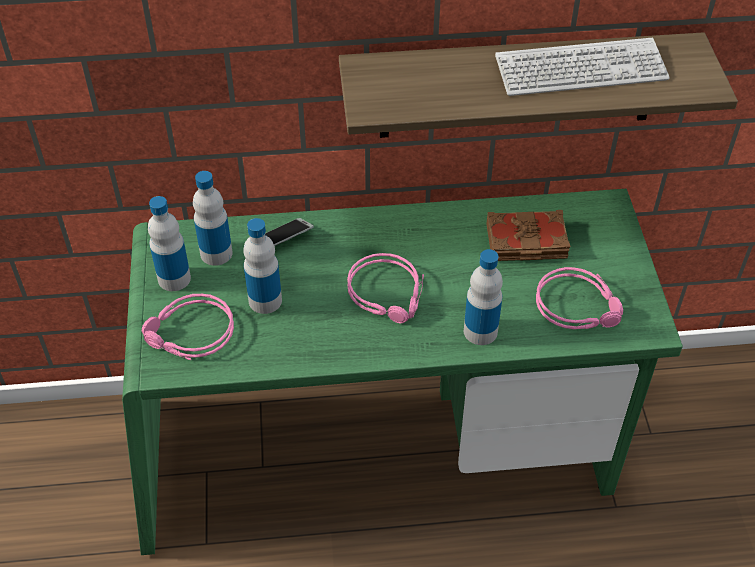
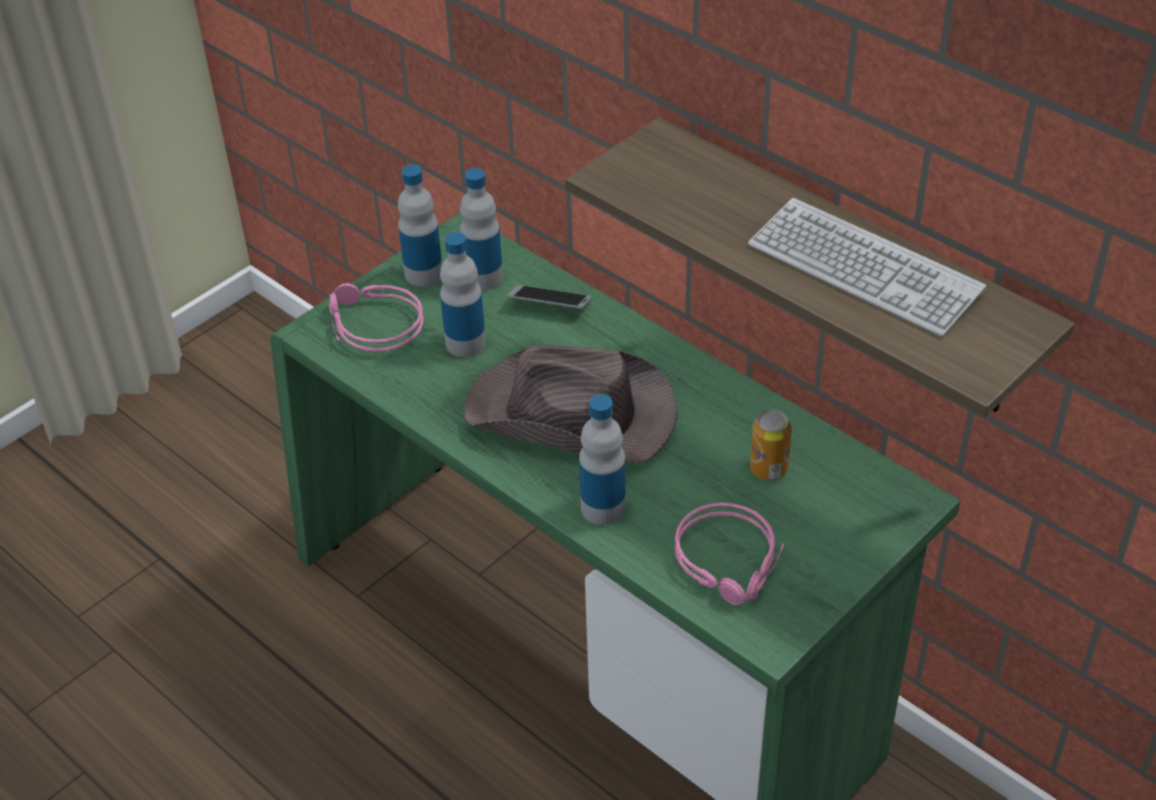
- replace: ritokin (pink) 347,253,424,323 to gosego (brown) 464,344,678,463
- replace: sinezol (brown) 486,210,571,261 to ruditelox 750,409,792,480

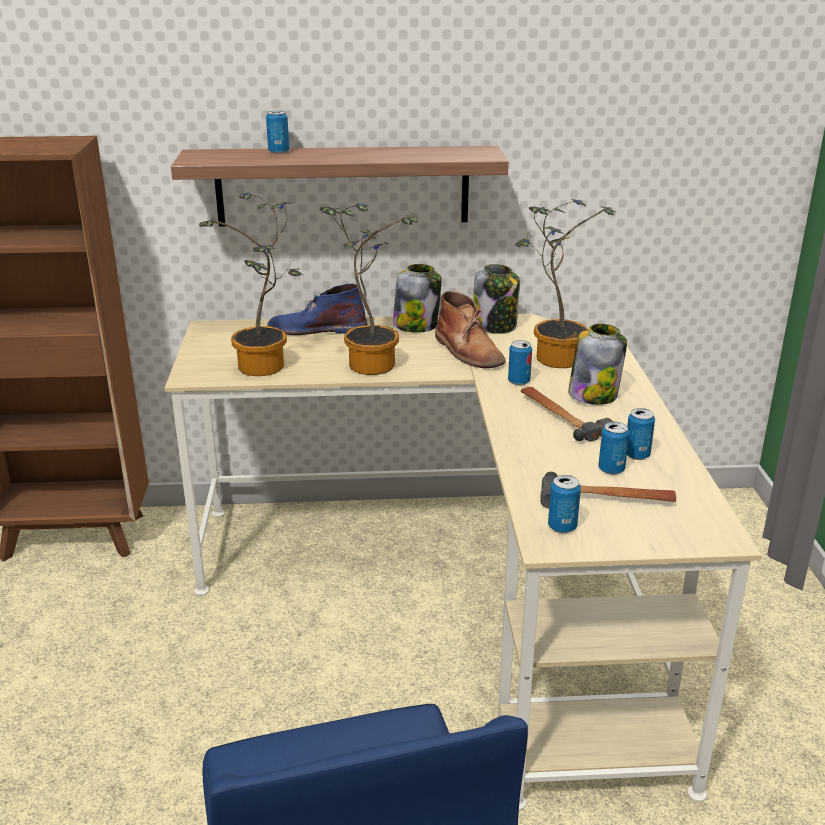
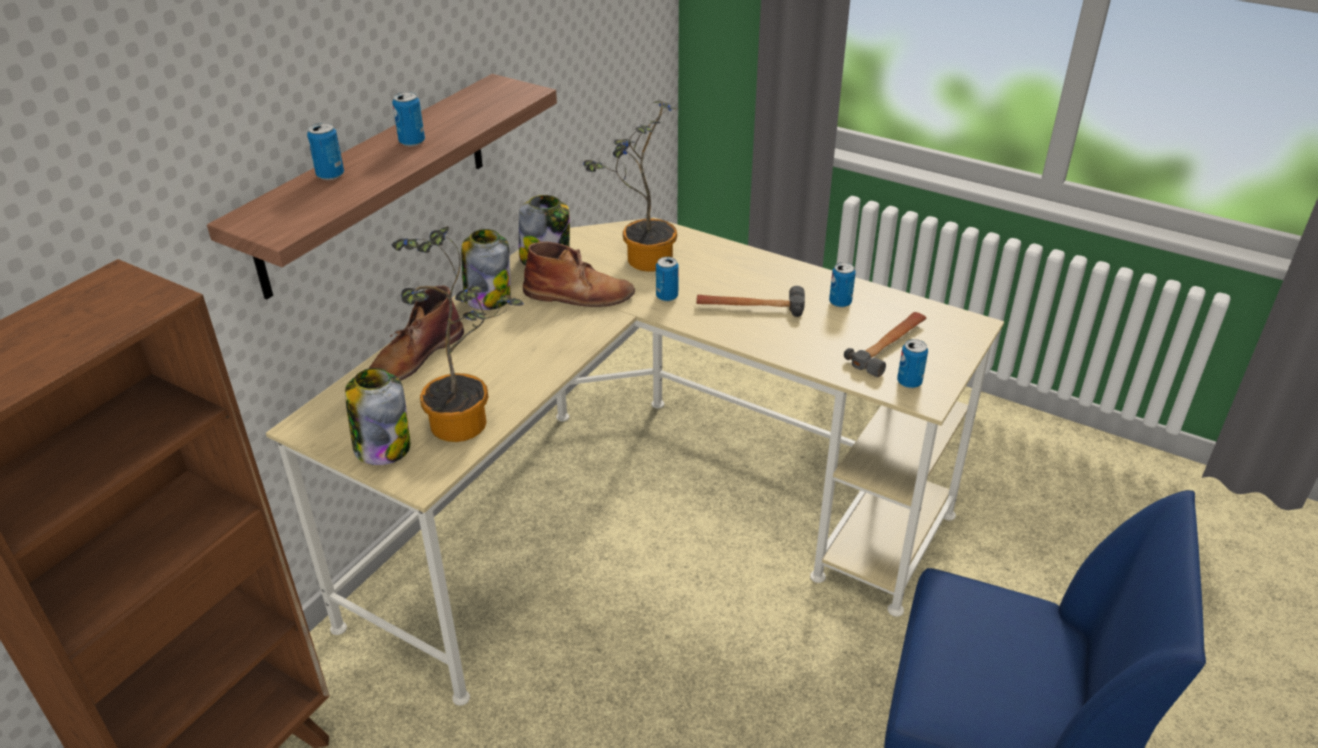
- delete: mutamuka 320,202,418,375
- move: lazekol 568,324,627,405 to 345,368,410,465
- move: ruditelox 598,422,629,475 to 392,92,425,147
- recolor: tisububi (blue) 267,283,368,335 to tisububi (brown) 369,286,464,381

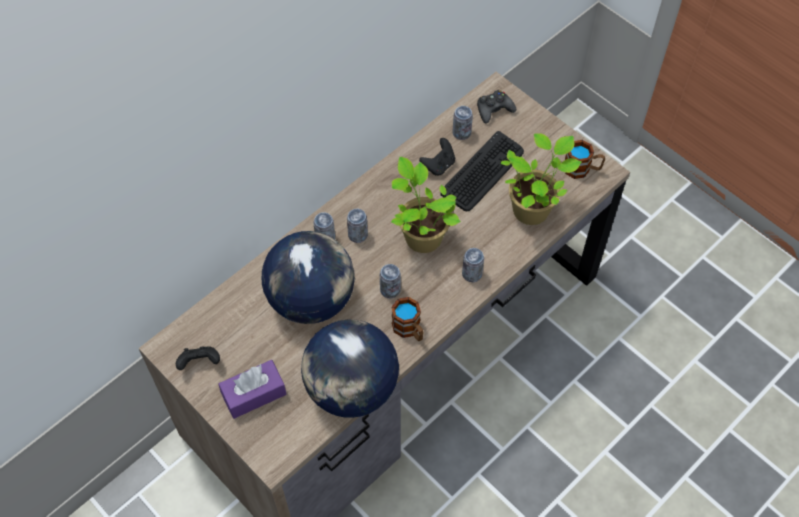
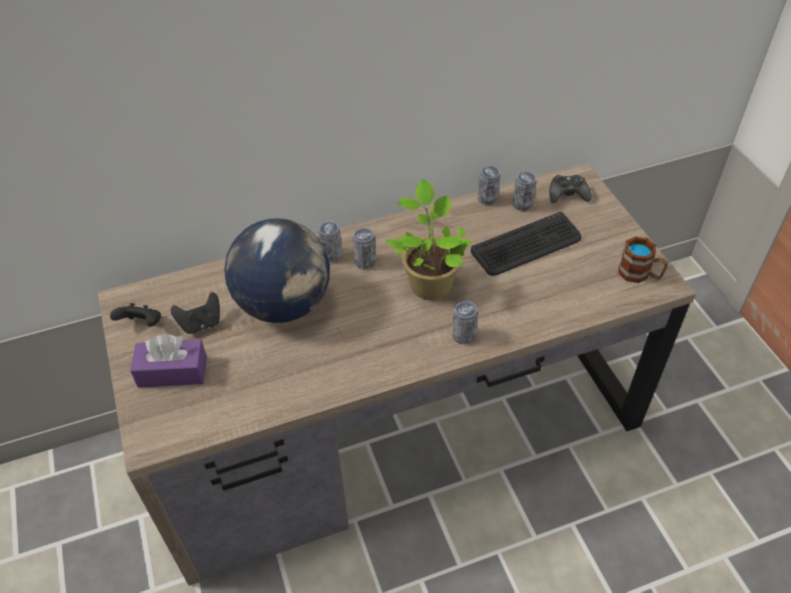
- delete: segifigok 301,320,399,418
- delete: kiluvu 392,297,423,341
- delete: mutamuka 501,133,581,225
- move: ruditelox 380,264,401,298 to 478,166,500,205
- move: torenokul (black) 419,138,455,176 to 171,292,220,334

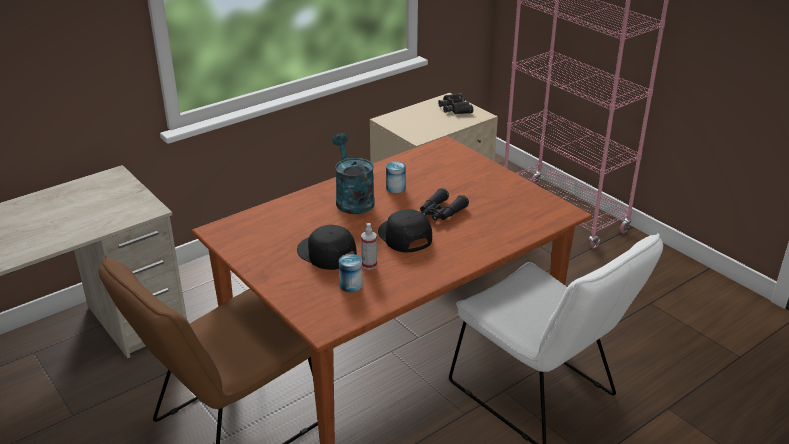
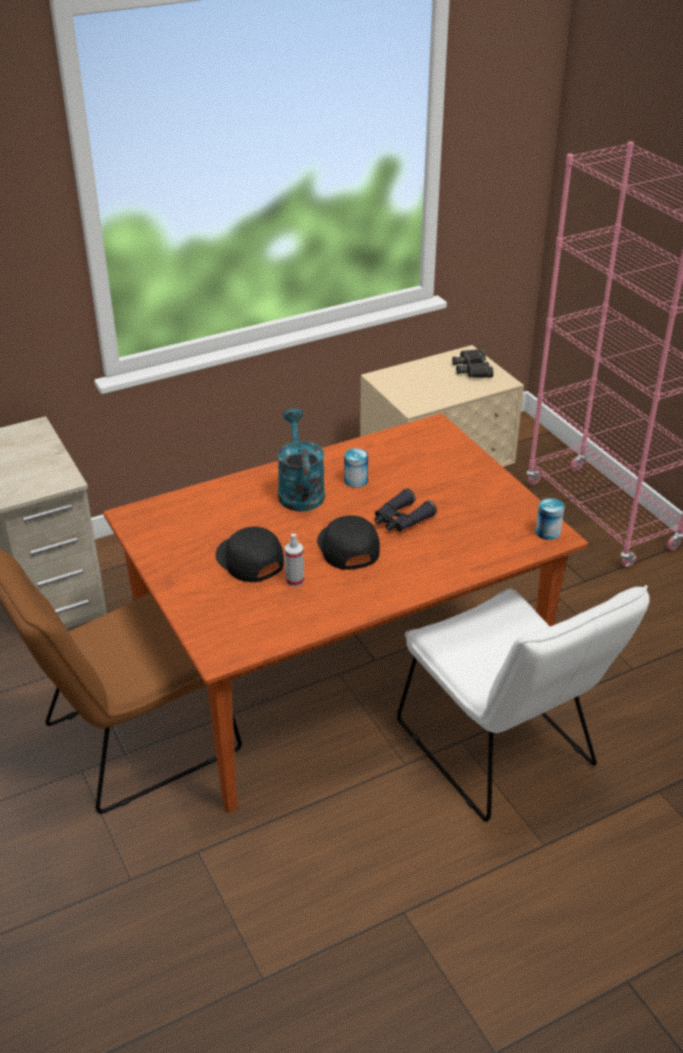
- move: ruditelox 339,254,363,292 to 535,498,565,540

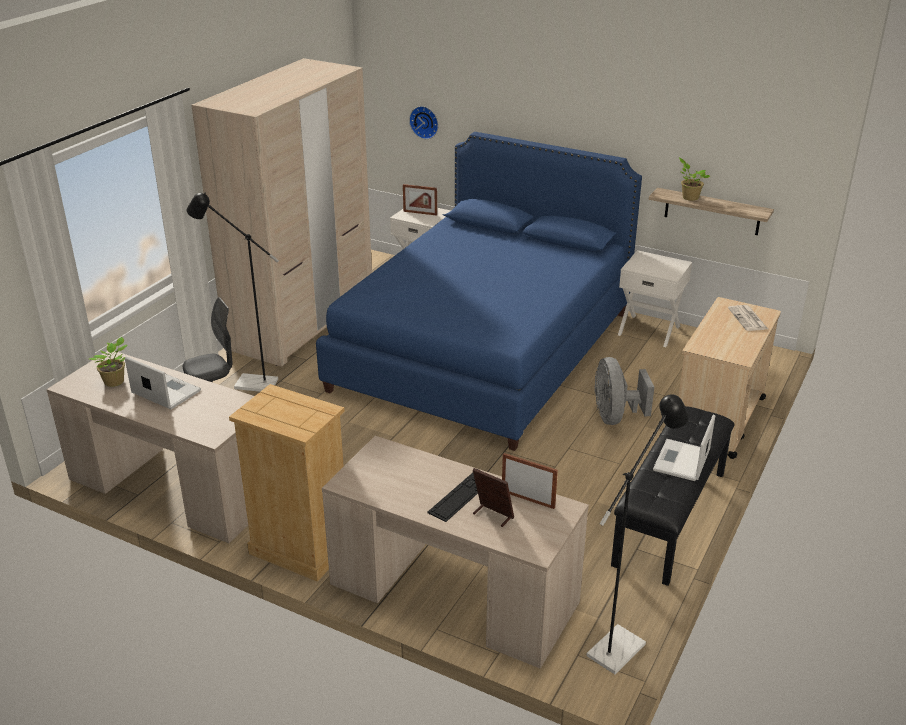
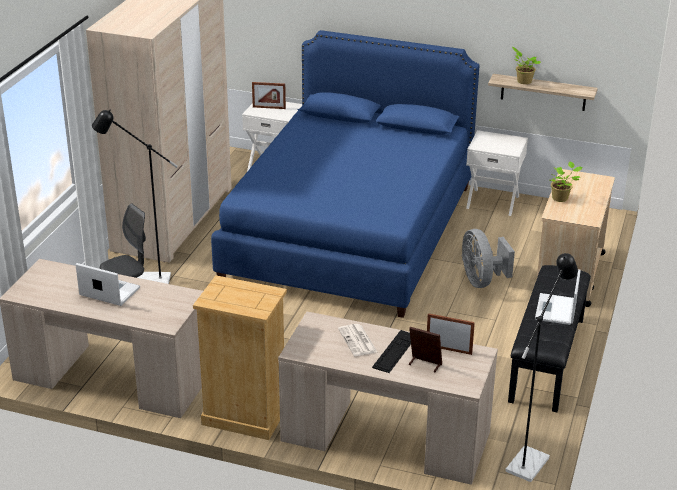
- delete: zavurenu 409,106,438,139
- move: mutamuka 89,337,128,387 to 549,161,583,202
- move: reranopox 728,305,768,331 to 338,324,377,356

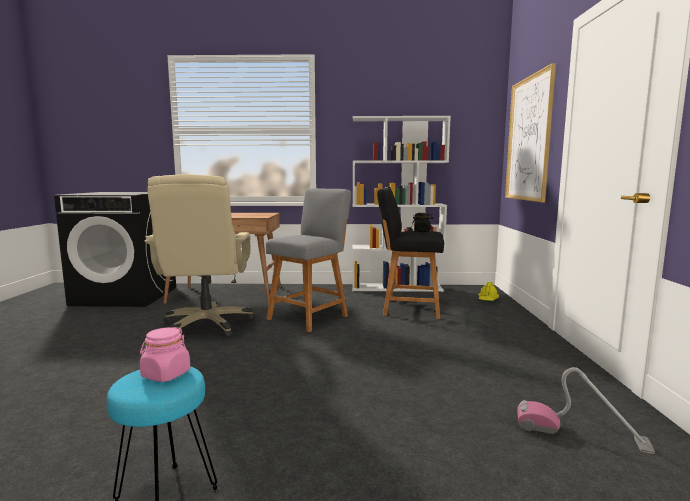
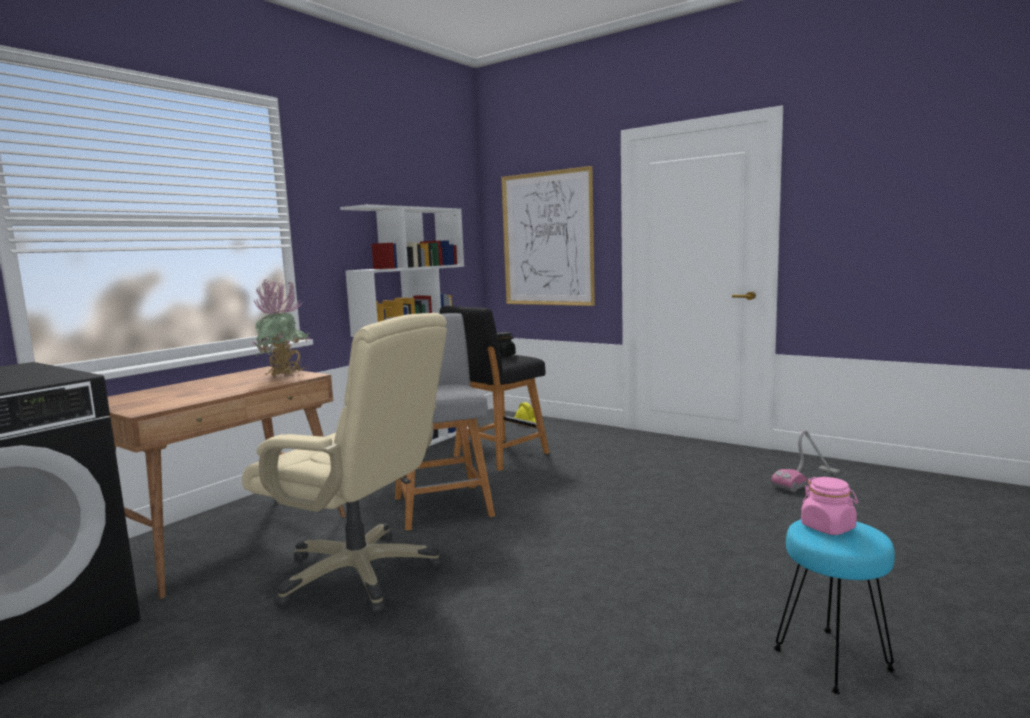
- insert: mutamuka 250,279,311,377

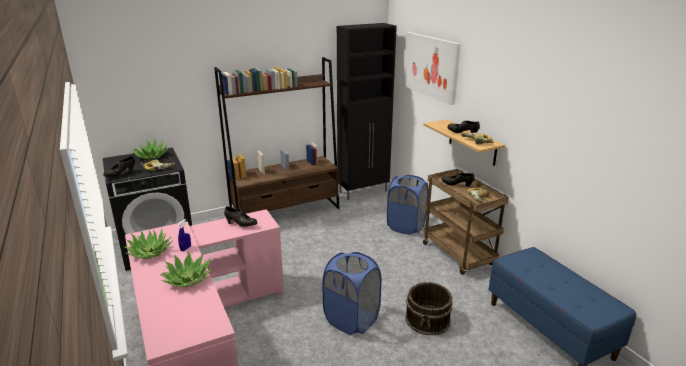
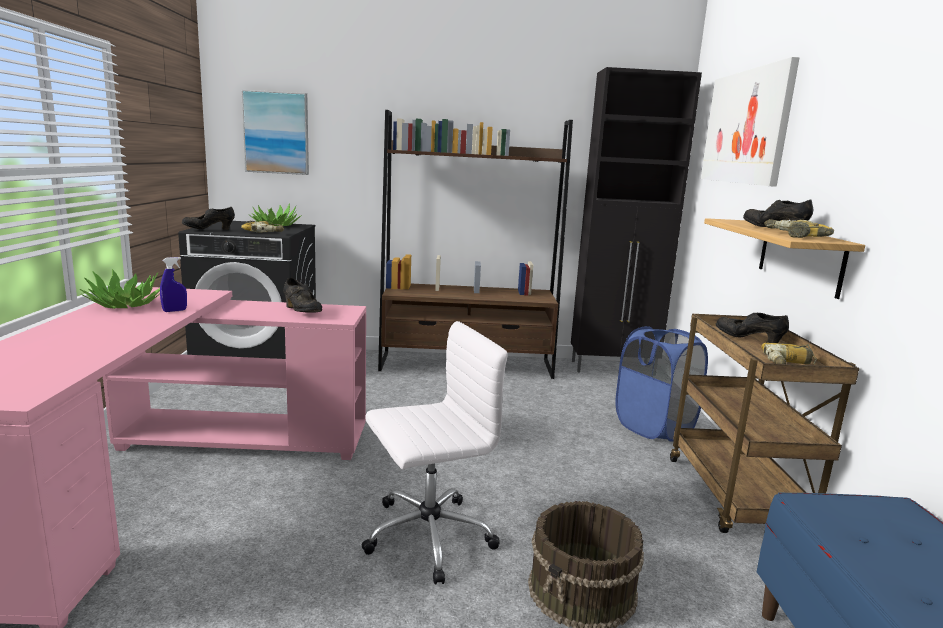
- delete: mutamuka 160,252,213,287
- insert: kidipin 241,90,309,175
- replace: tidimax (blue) 322,252,381,335 to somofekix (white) 362,321,508,585

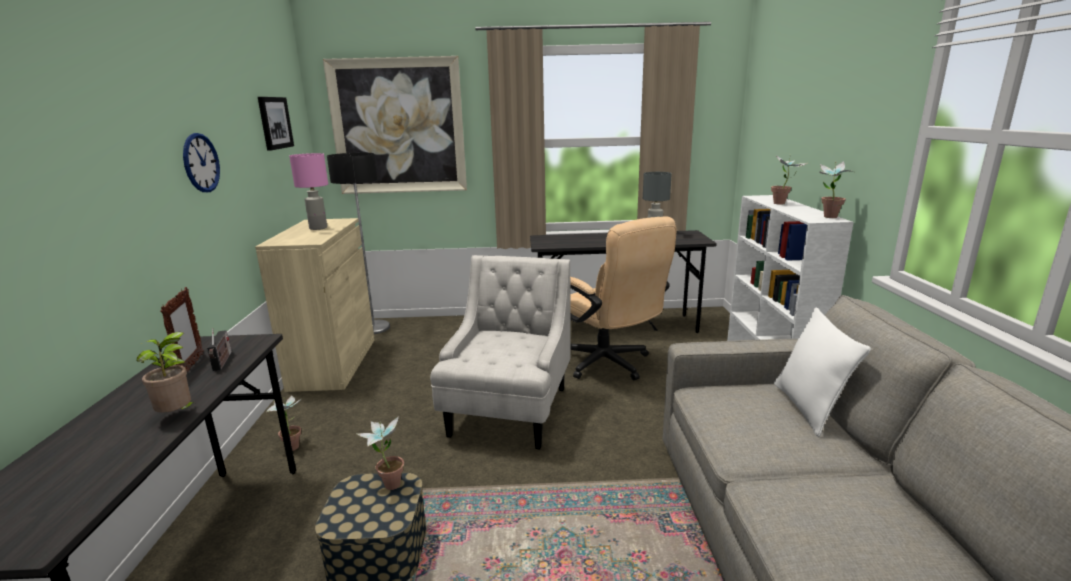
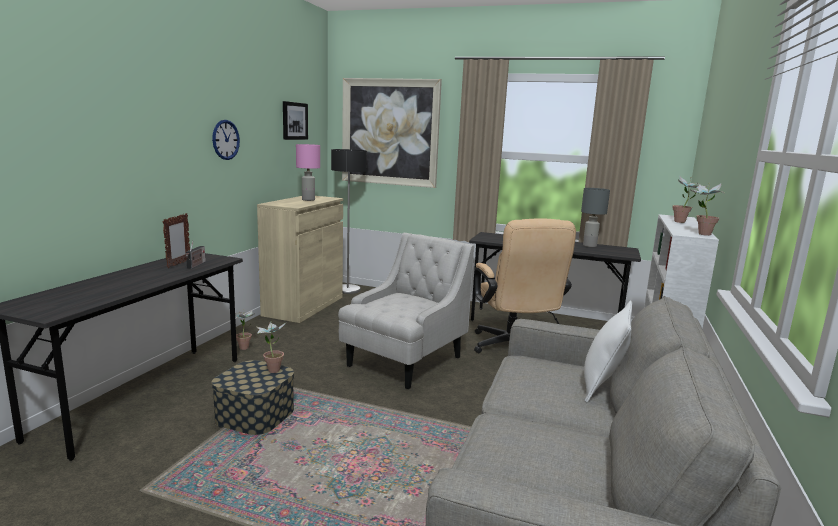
- delete: mutamuka 137,332,197,413

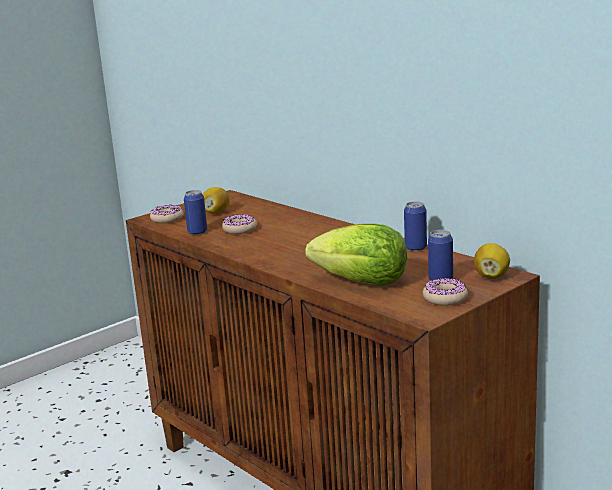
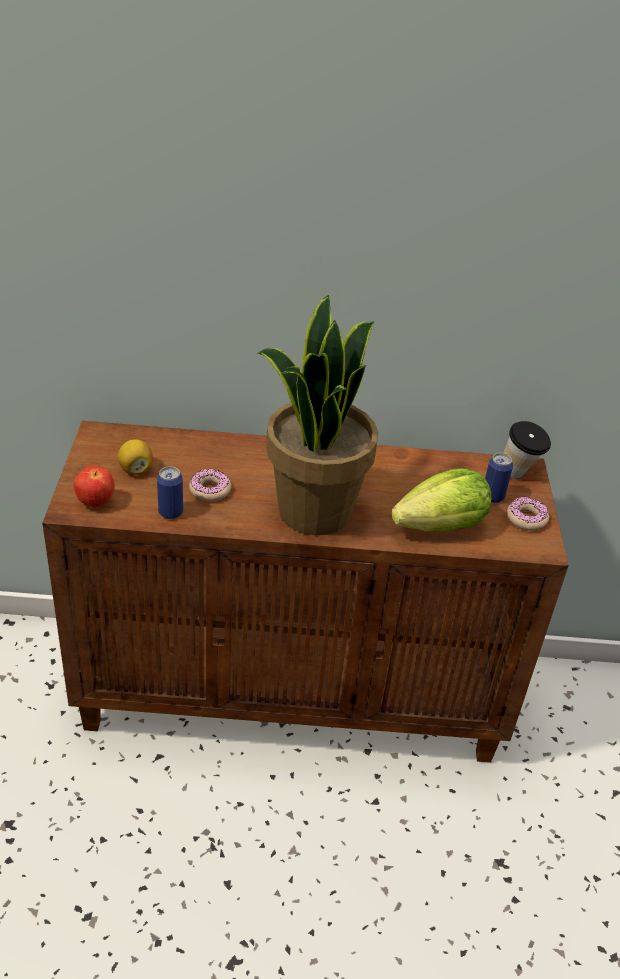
- delete: ruditelox 404,201,427,251
- insert: mutamuka 258,295,378,535
- replace: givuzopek 150,205,184,223 to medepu 74,466,115,507
- replace: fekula 474,243,510,279 to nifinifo 503,421,551,479

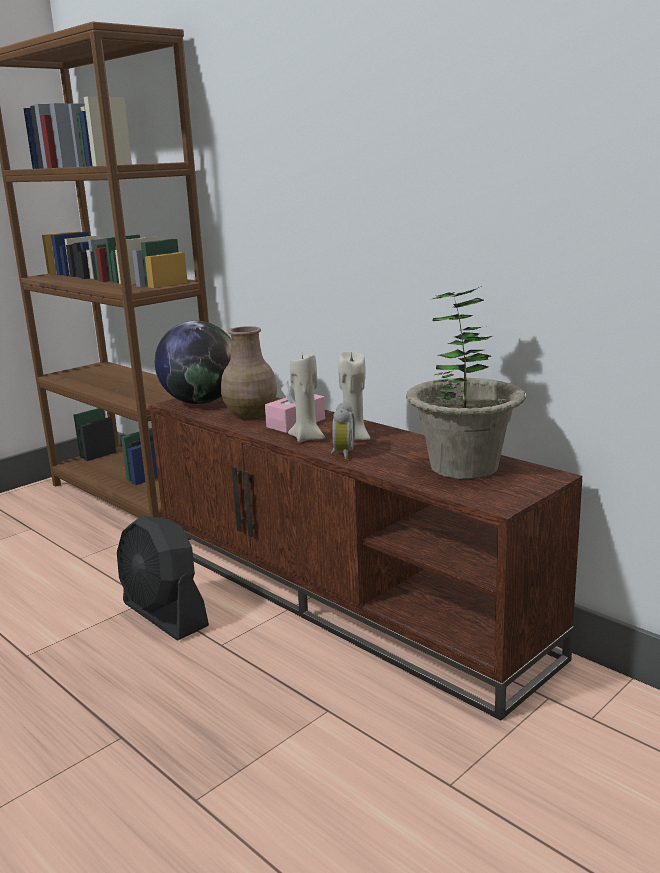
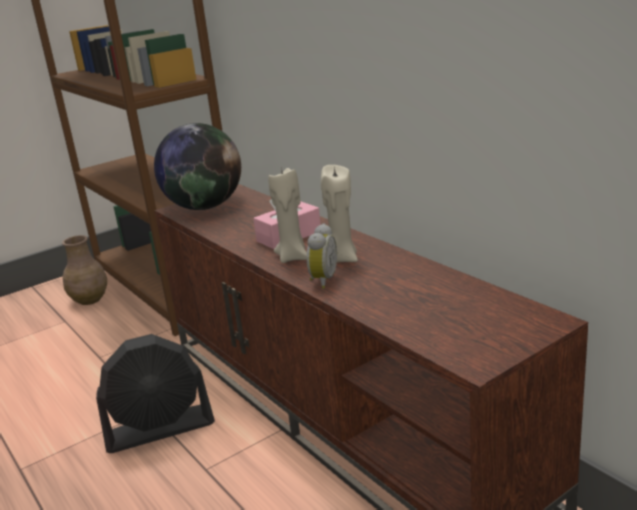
- delete: mutamuka 406,286,526,479
- move: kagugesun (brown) 221,326,277,420 to 62,235,107,305
- rotate: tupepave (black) 117,516,209,640 = 96,334,215,453 75 degrees counterclockwise

